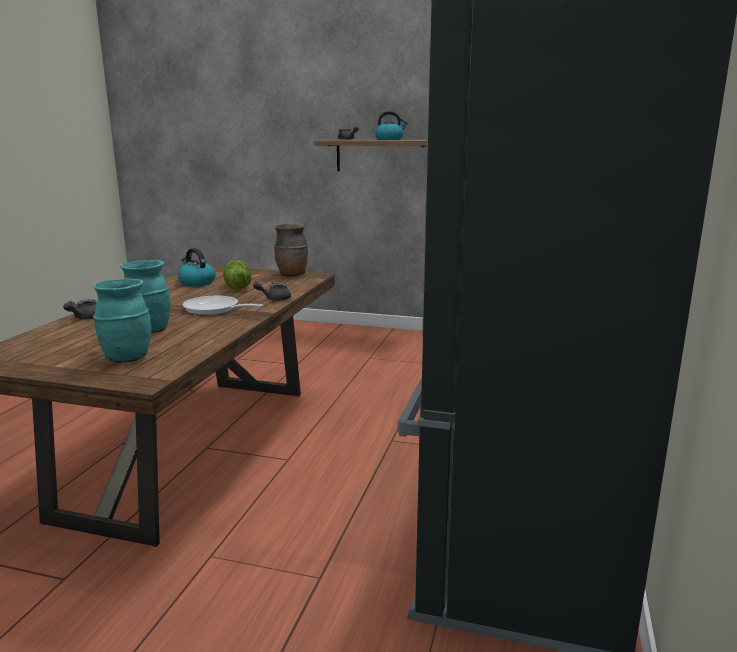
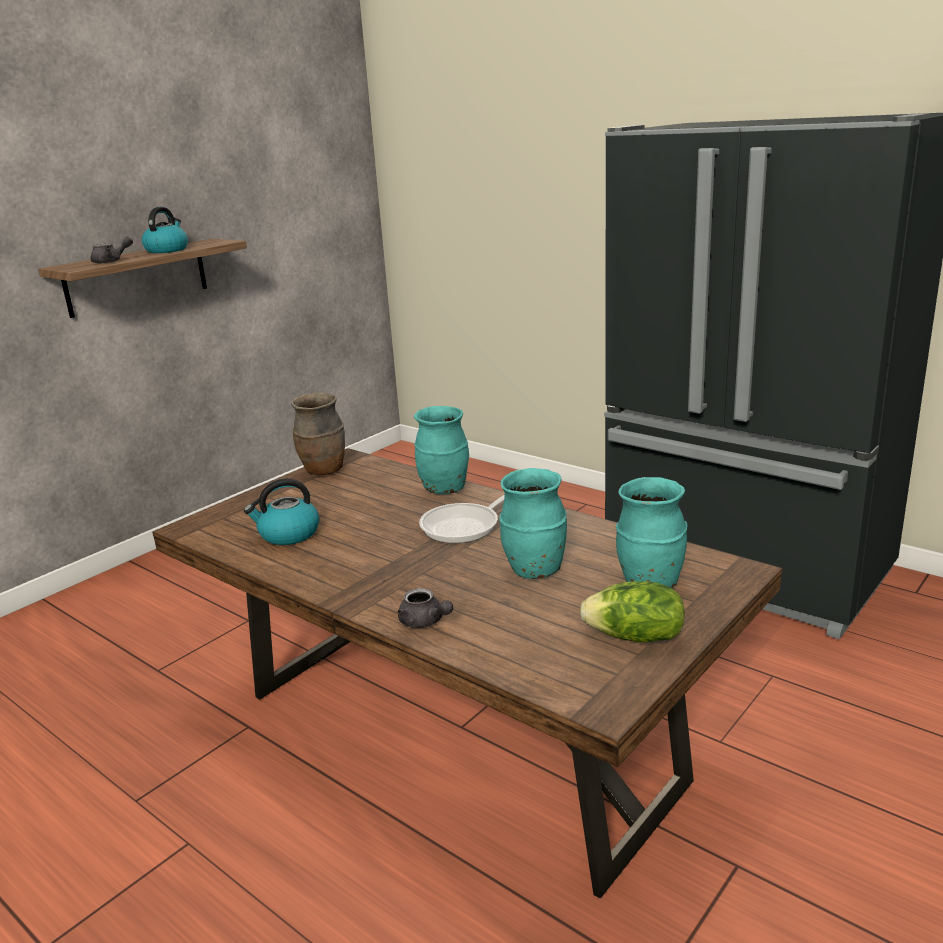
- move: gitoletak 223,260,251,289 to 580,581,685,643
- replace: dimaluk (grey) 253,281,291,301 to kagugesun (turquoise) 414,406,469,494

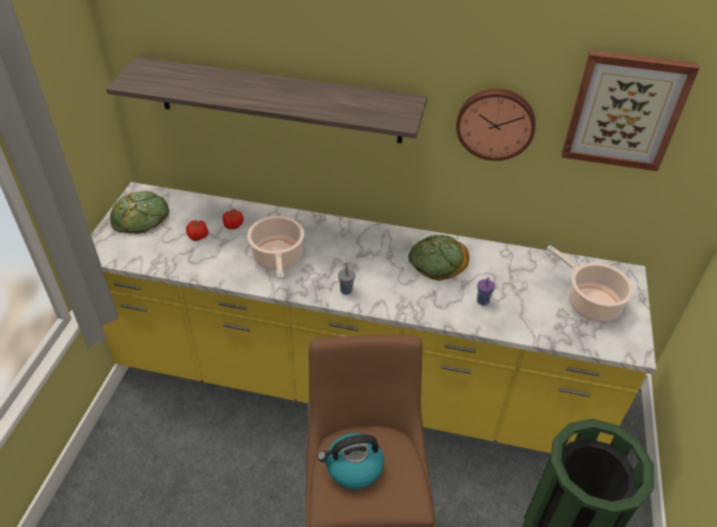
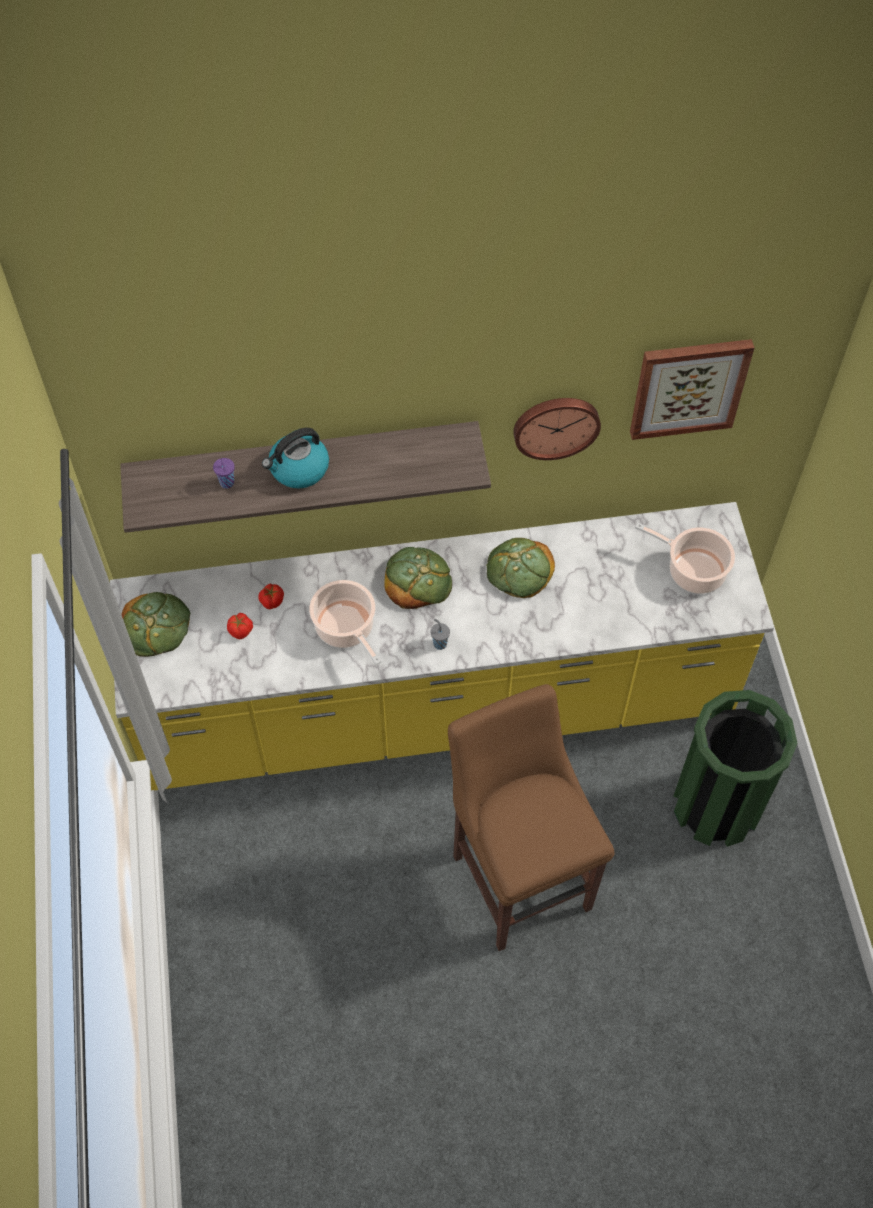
- insert: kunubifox 384,547,452,609
- move: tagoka 317,433,384,489 to 262,428,329,488
- move: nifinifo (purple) 477,277,495,305 to 213,458,235,488

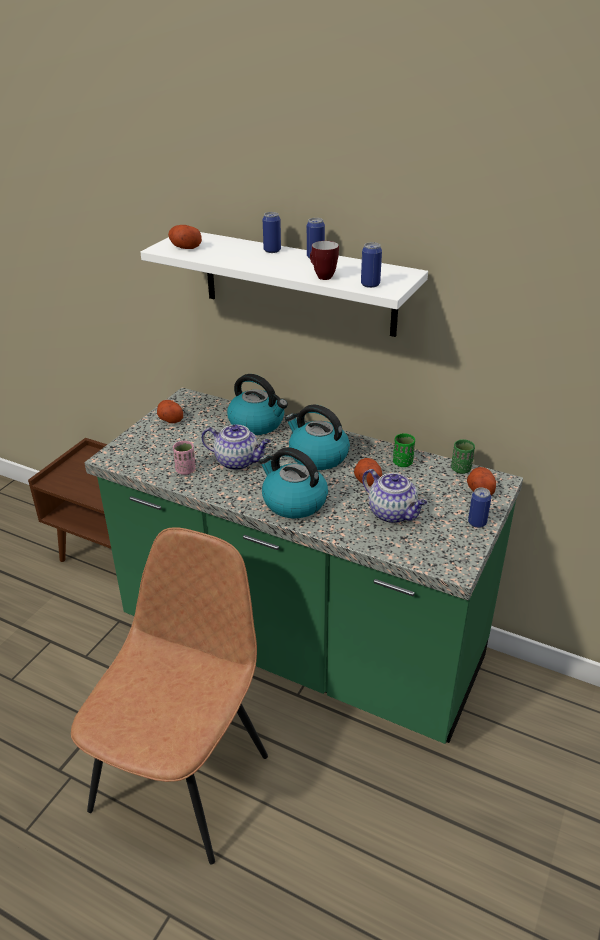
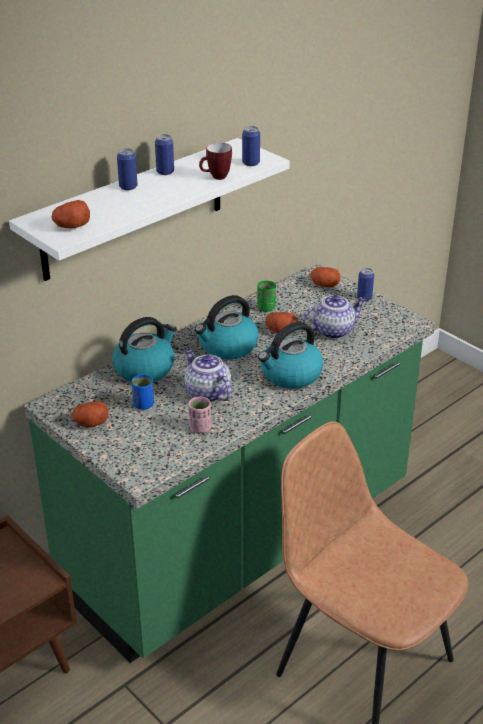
- delete: nifinifo (green) 451,439,475,474
- insert: nifinifo (blue) 131,374,154,410
- rotate: dimaluk 202,425,271,470 = 184,348,232,402 75 degrees counterclockwise

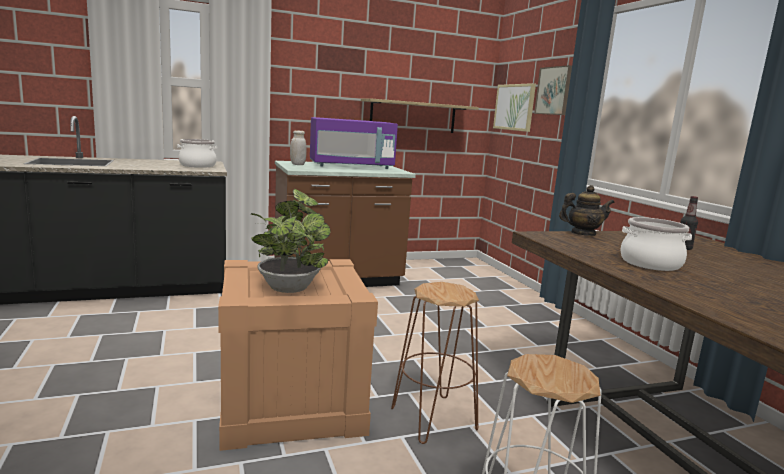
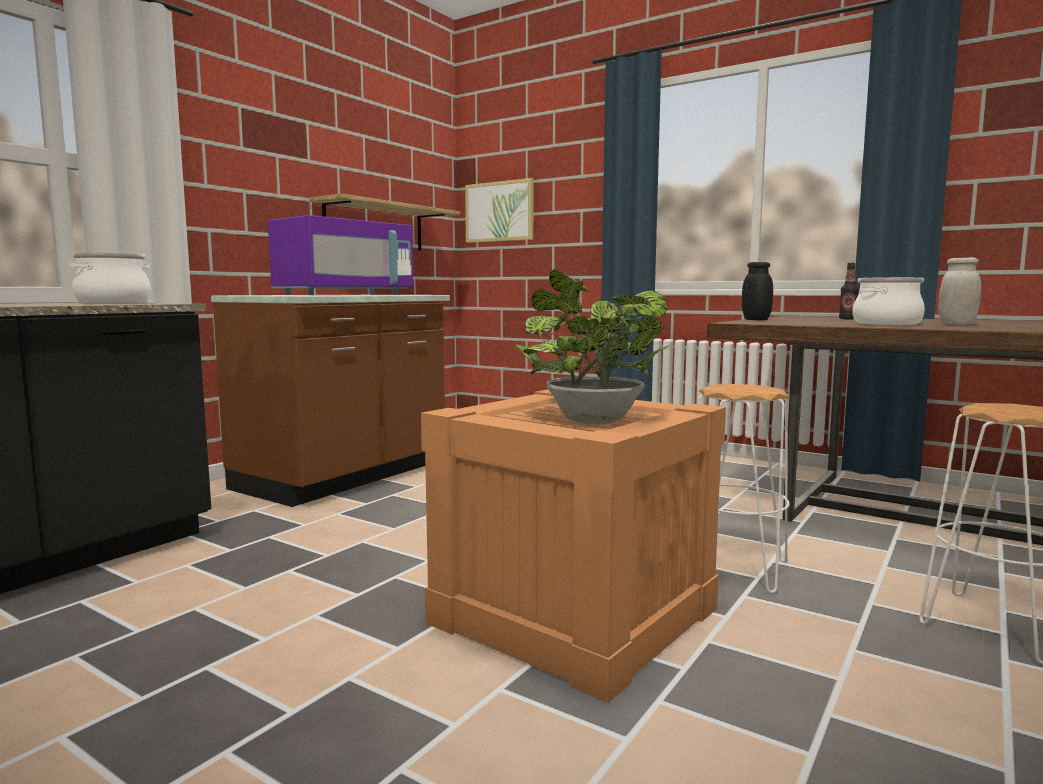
- delete: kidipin 534,65,572,115
- move: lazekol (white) 290,130,306,165 to 938,257,981,325
- replace: dimaluk 559,185,615,236 to lazekol (black) 742,262,773,320
- recolor: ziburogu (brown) 391,282,479,444 to ziburogu (white) 698,384,790,593

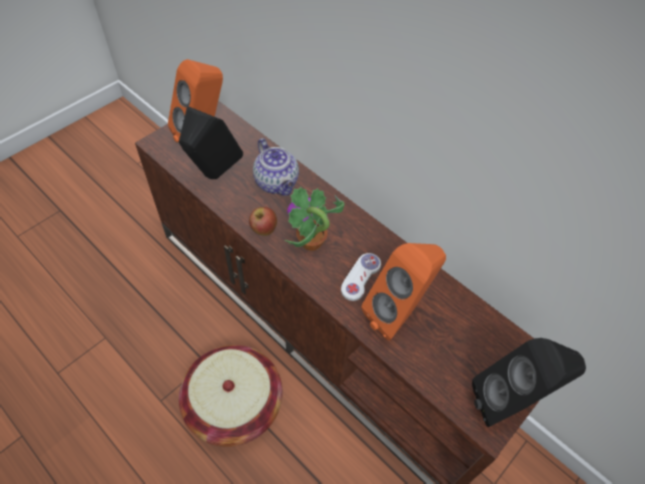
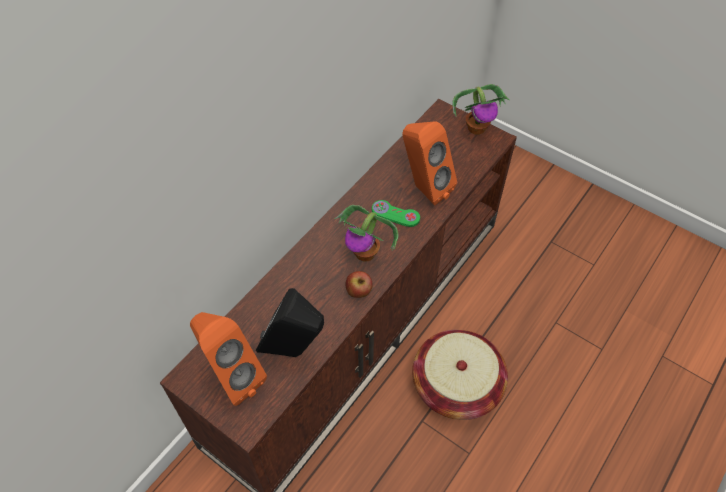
- delete: dimaluk 253,138,299,196
- replace: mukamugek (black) 472,338,586,427 to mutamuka 452,84,510,135
- recolor: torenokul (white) 341,253,381,301 to torenokul (green) 372,200,420,227

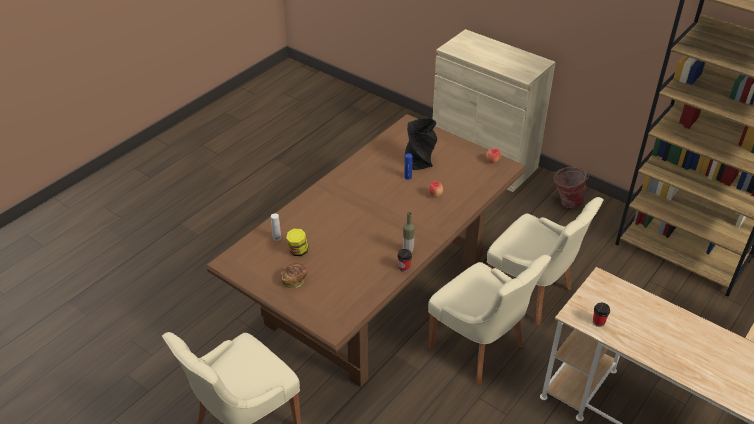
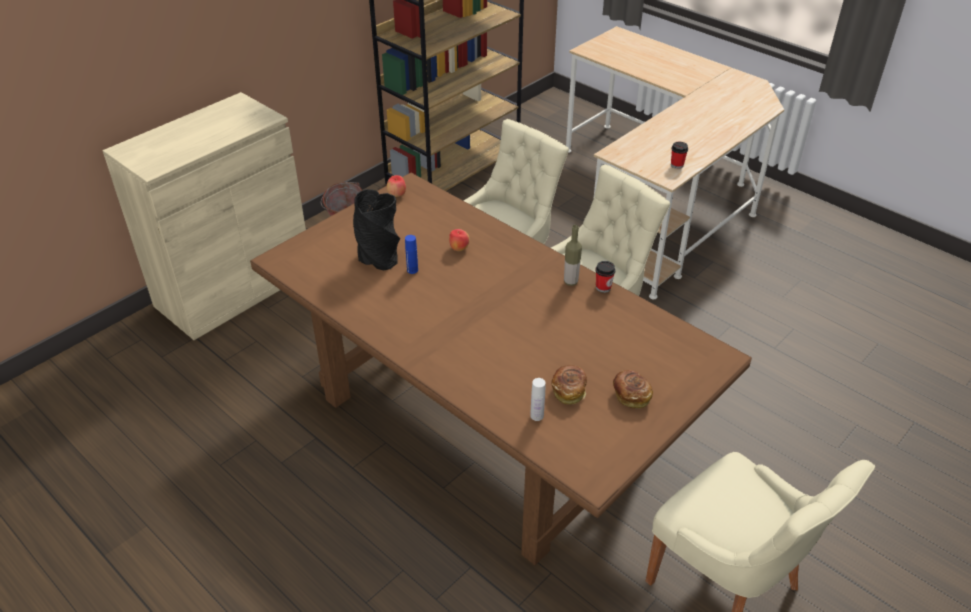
- replace: lazekol 286,228,309,256 to kunubifox 552,365,587,405

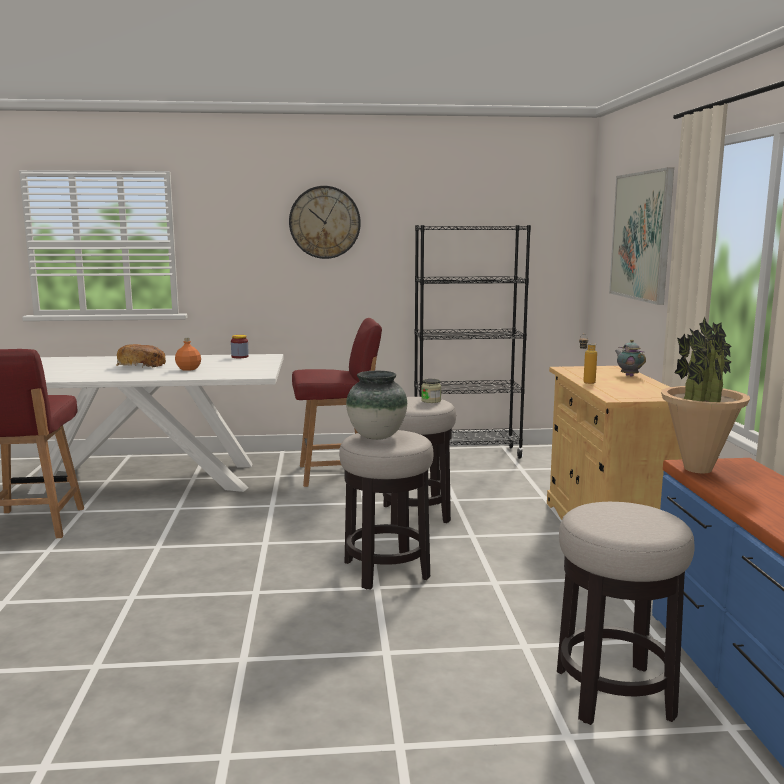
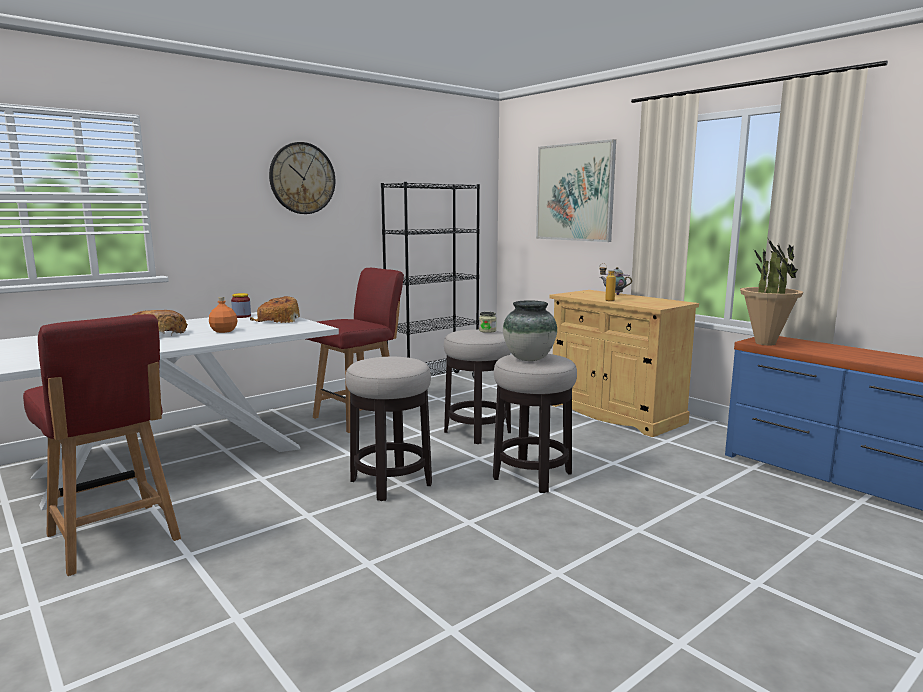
- insert: kunubifox 250,296,300,323
- move: ziburogu 557,502,695,725 to 345,357,432,501

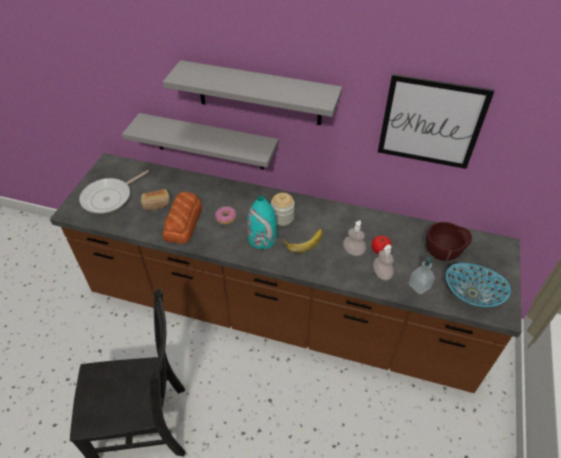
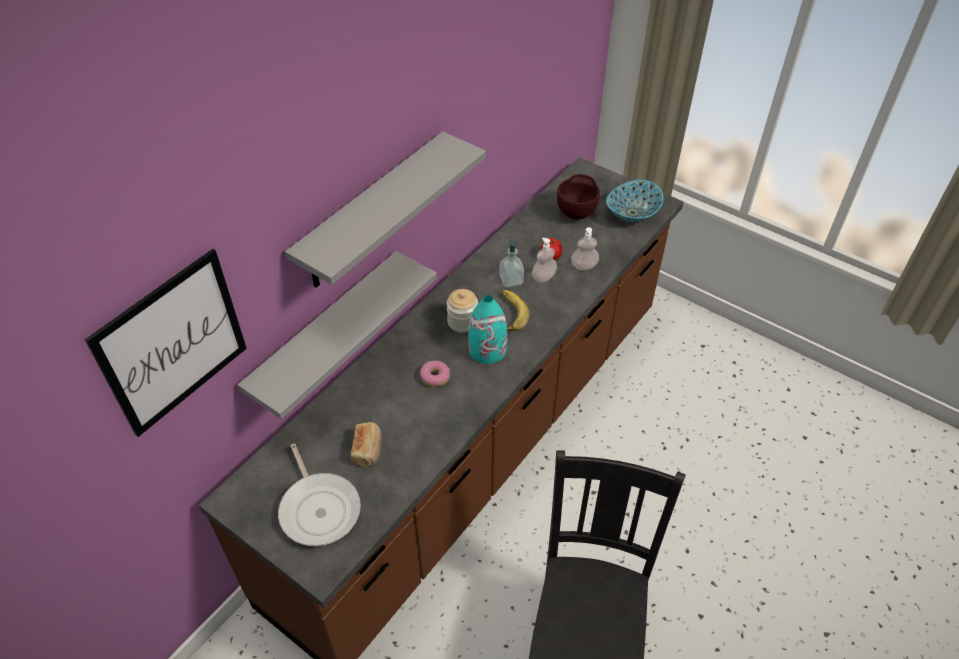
- delete: kunubifox 162,192,202,244
- move: kidipin 378,74,494,169 to 85,249,247,437
- move: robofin 408,257,435,294 to 499,240,524,287

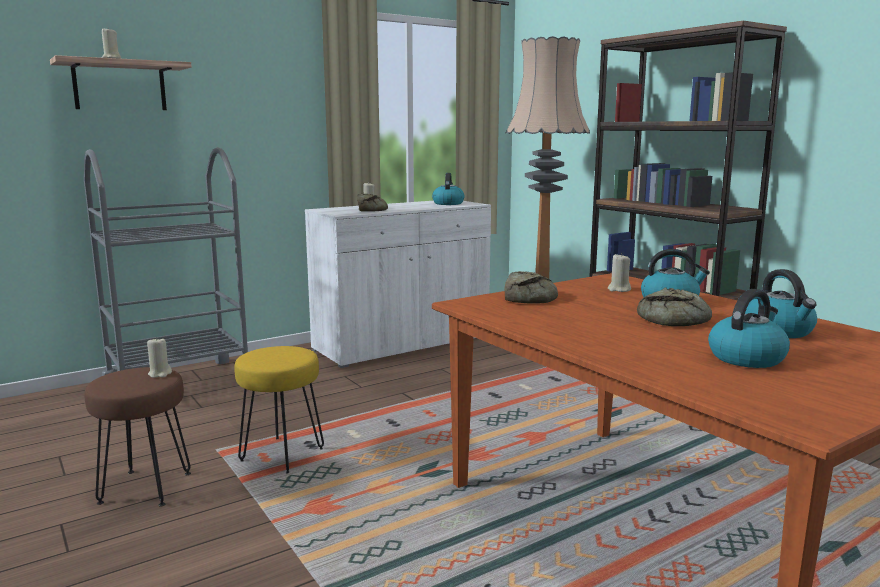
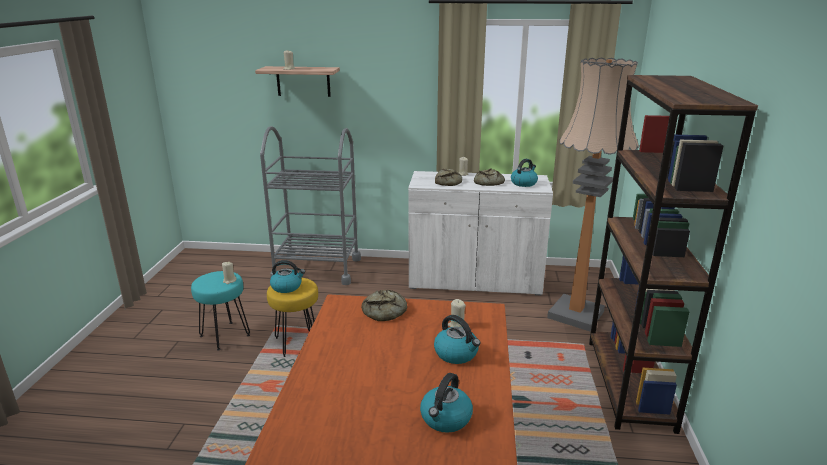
- move: kunubifox 637,287,712,326 to 474,169,505,186
- move: tagoka 708,289,790,368 to 270,260,305,293
- recolor: ziburogu (brown) 84,367,191,507 to ziburogu (turquoise) 191,271,250,350

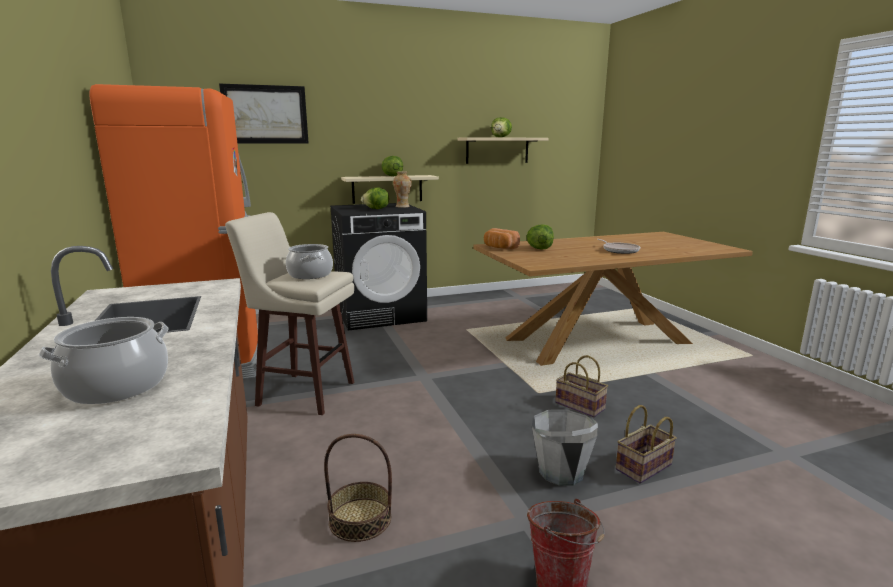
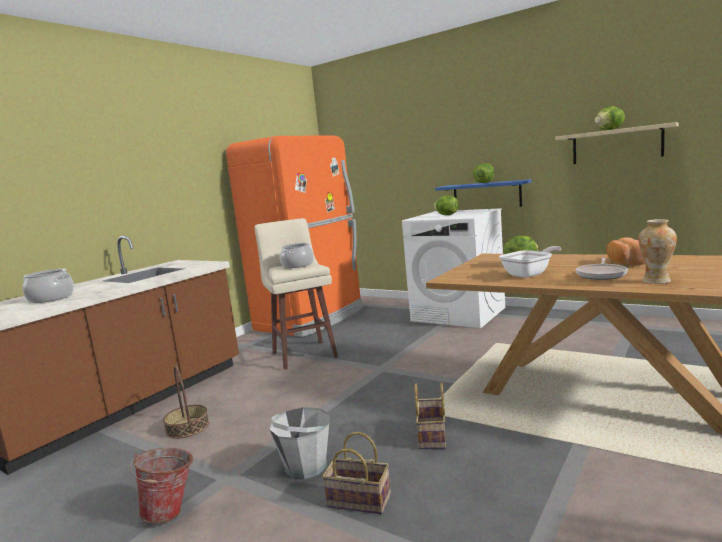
- delete: kidipin 219,84,309,144
- insert: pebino 499,246,561,278
- move: kagugesun 393,171,412,208 to 639,219,677,284
- move: kunubifox 484,228,520,249 to 607,237,645,266
- recolor: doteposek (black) 330,203,427,331 to doteposek (white) 402,208,505,328
- recolor: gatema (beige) 341,175,439,204 to gatema (blue) 435,179,531,207

